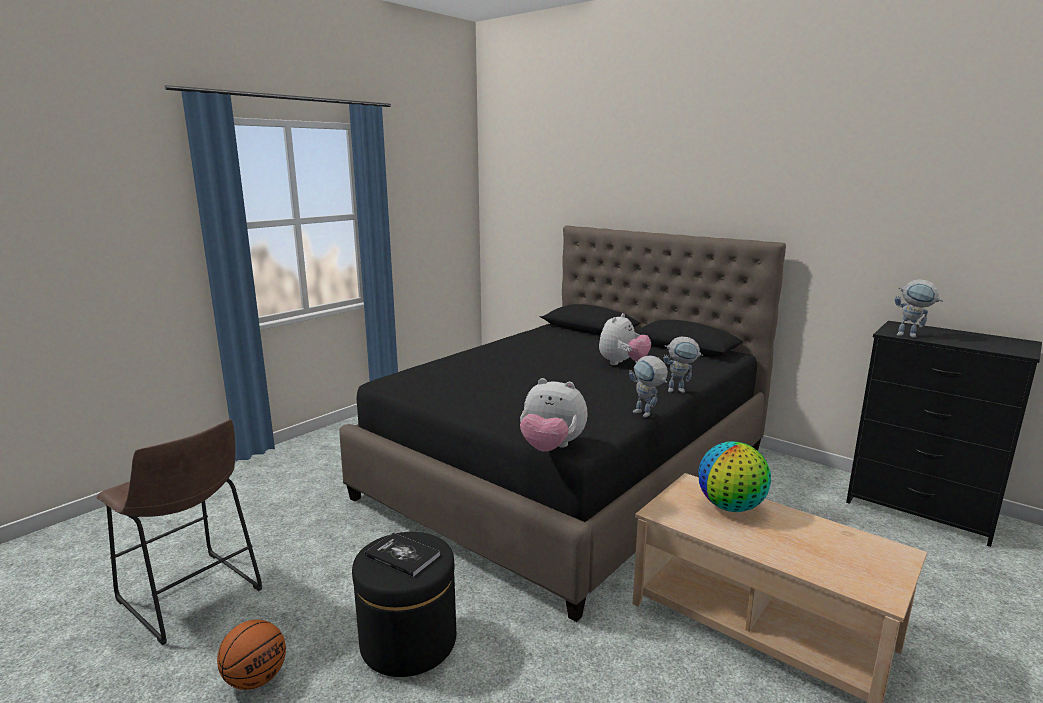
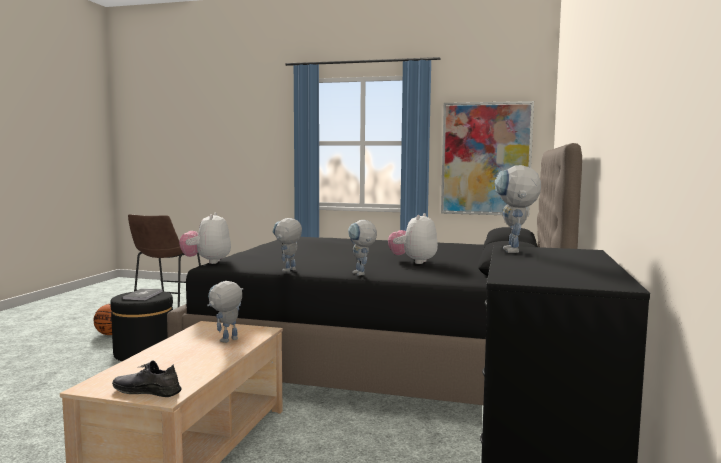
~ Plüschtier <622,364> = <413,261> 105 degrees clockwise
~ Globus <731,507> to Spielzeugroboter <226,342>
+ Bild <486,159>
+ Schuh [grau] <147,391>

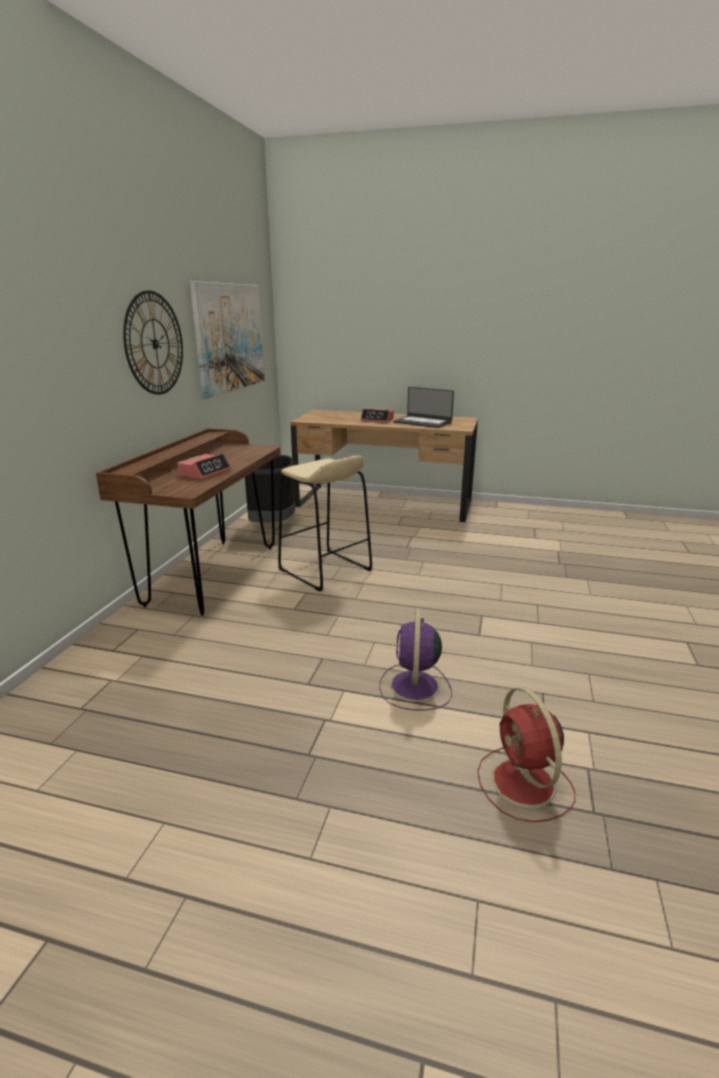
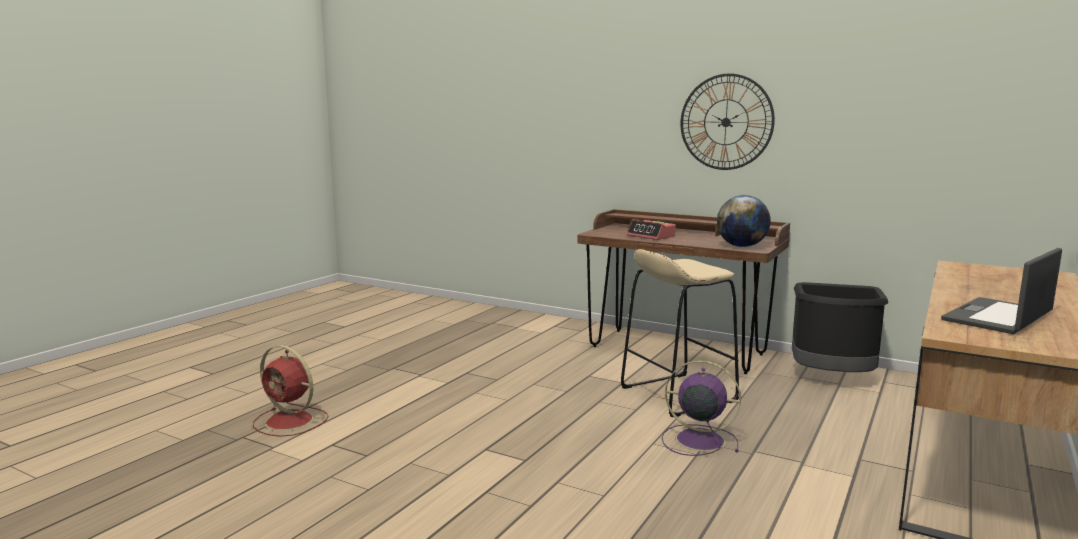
- Bild <229,337>
- Wecker <377,420>
~ Ventilator [lila] <414,687> to <697,440>
~ Ventilator [rot] <524,785> = <291,421> 150 degrees counterclockwise
+ Globus <742,246>

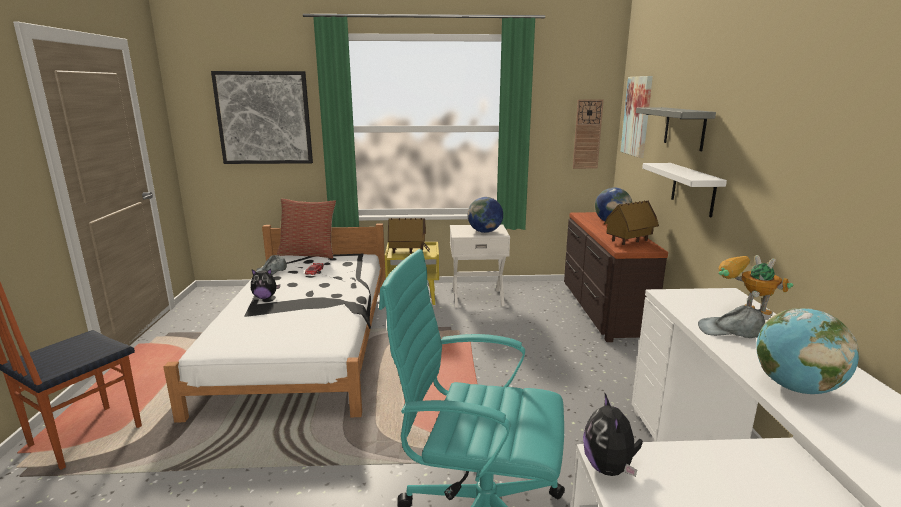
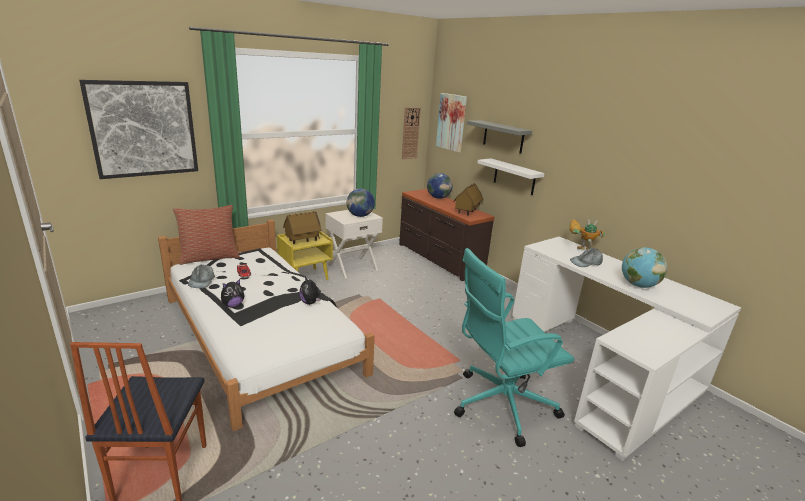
~ Plüschtier <609,468> to <310,303>

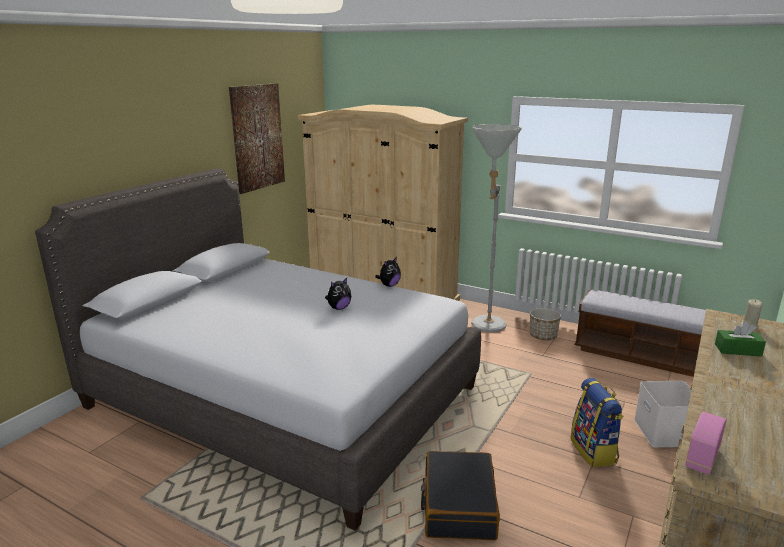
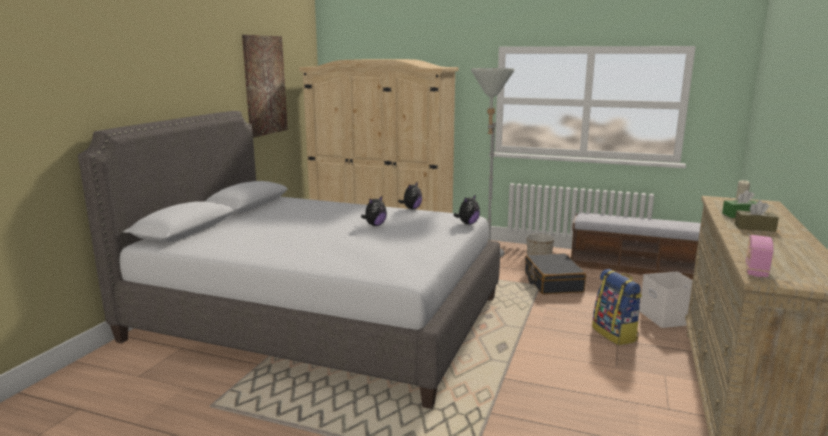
~ Koffer [schwarz] <458,505> to <552,282>
+ Plüschtier <467,223>
+ Taschentuchbox [braun] <754,227>

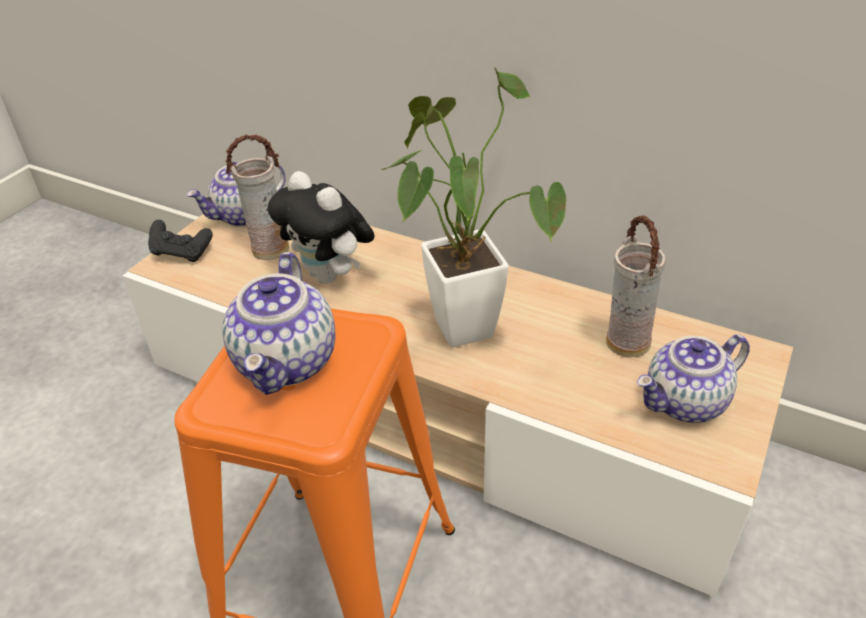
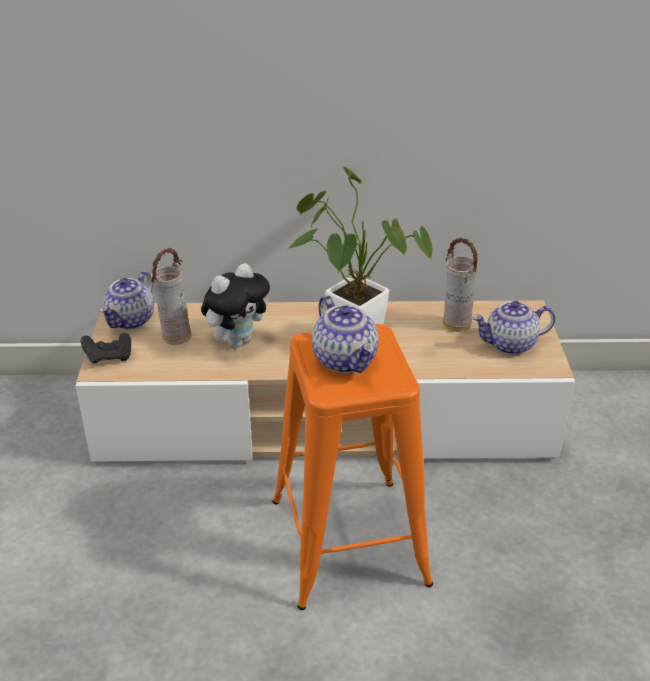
~ Plüschtier <330,276> = <237,341> 60 degrees counterclockwise
~ Teekanne <685,403> = <510,345> 45 degrees clockwise

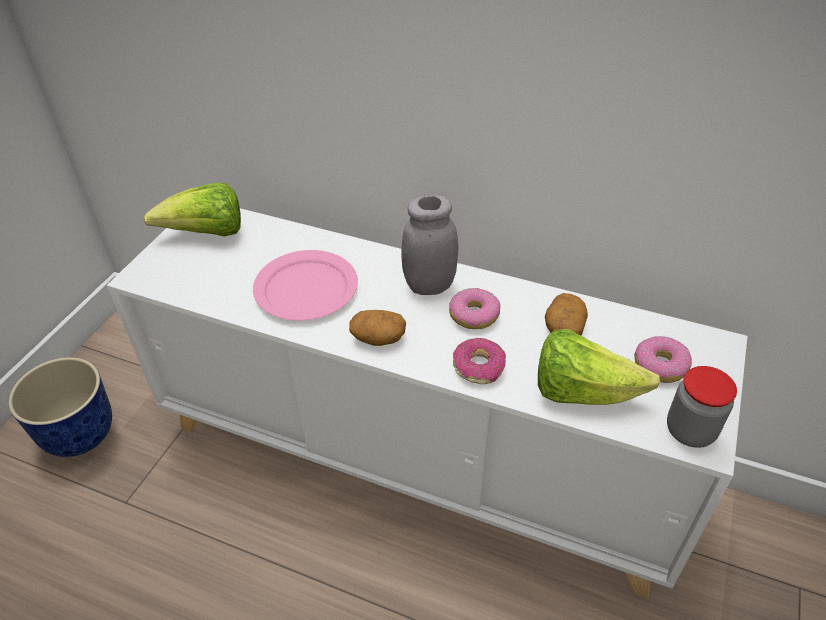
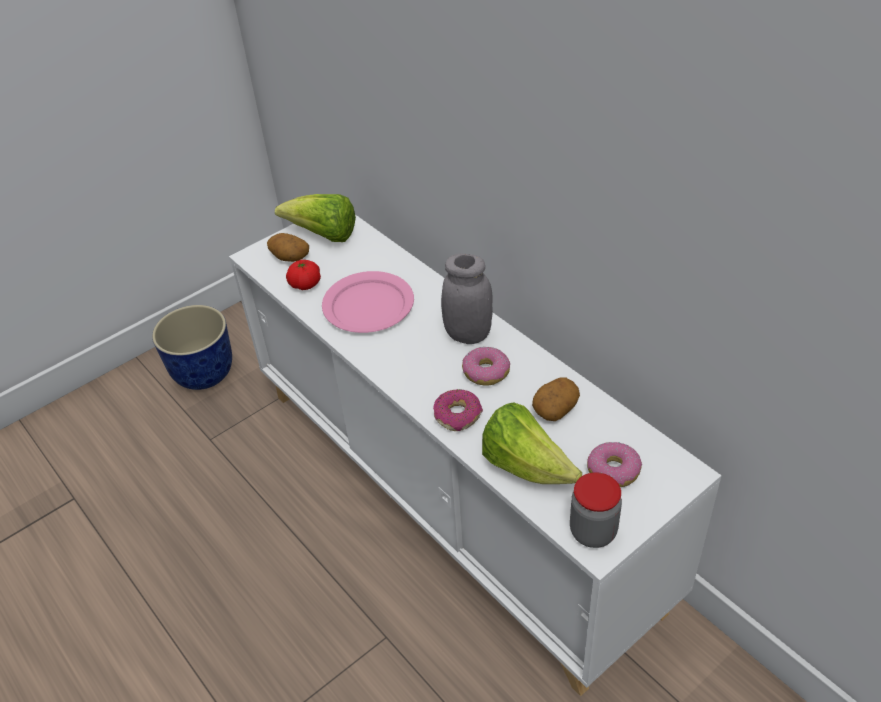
~ Kartoffel <378,338> to <289,256>
+ Tomate <305,284>

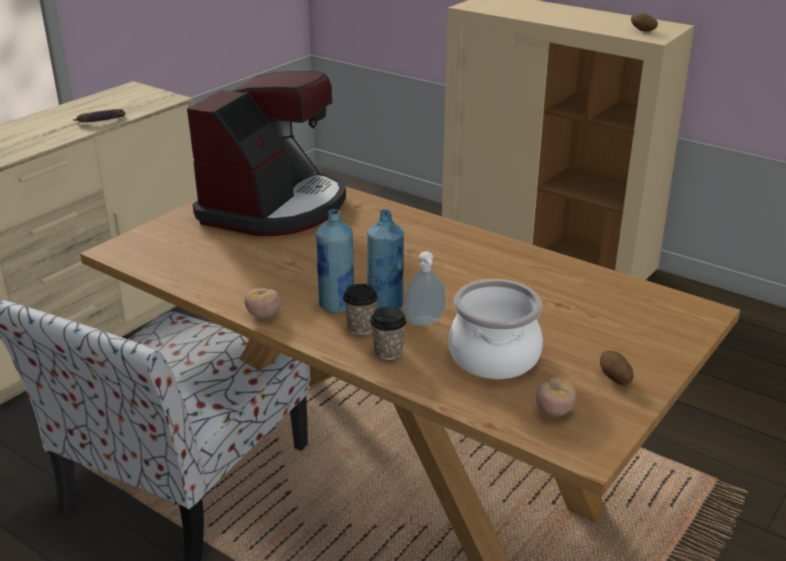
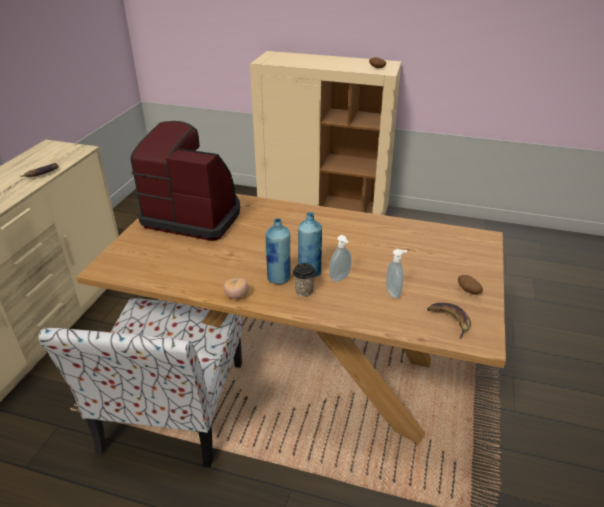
~ Kaffeemaschine <275,207> = <194,216> 75 degrees counterclockwise
~ Kochtopf <493,357> to Seifenspender <394,292>
- Tasse <388,352>
~ Tomate <554,411> to Banane <450,320>

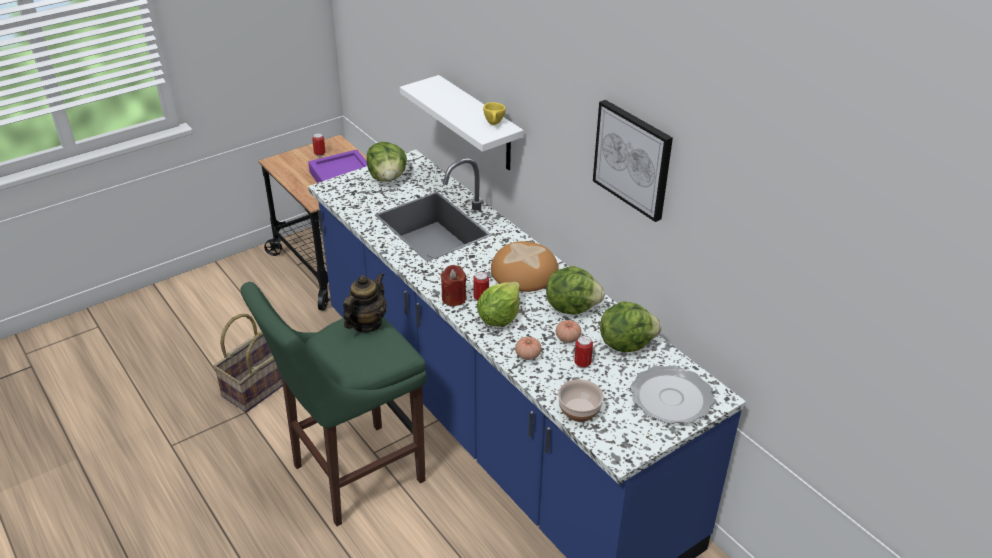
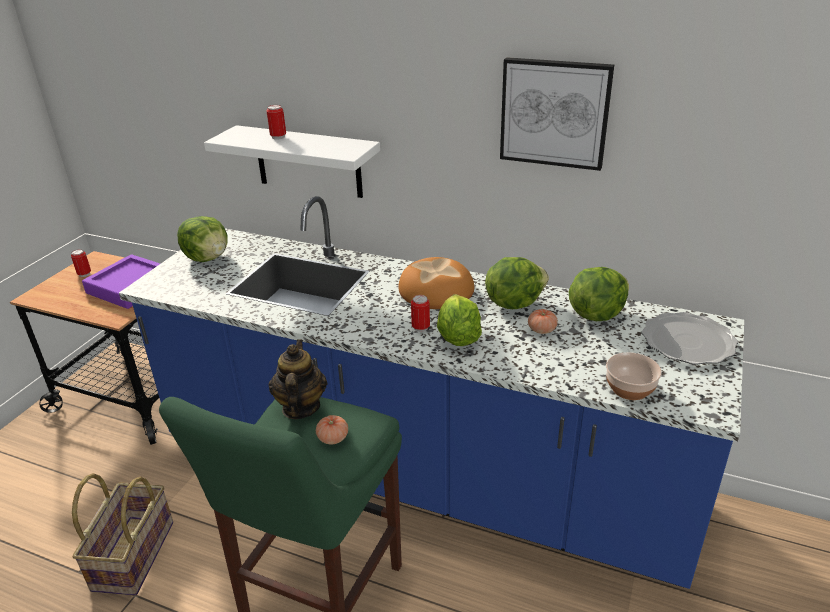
- Tasse [gelb] <494,124>
- Kerze [rot] <454,298>
~ Dose <582,364> to <278,137>
~ Tomate <528,355> to <333,438>

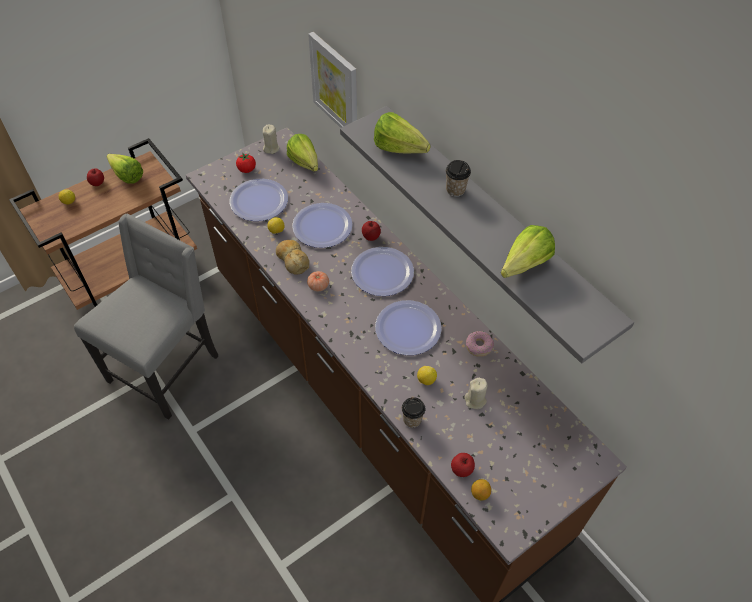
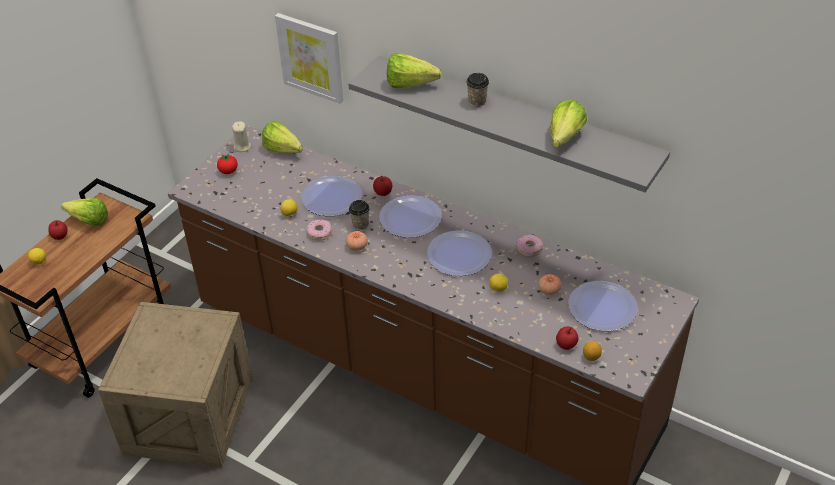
~ Teller <259,201> to <602,307>
~ Stuhl [grau] <166,368> to Kiste <189,414>
~ Brot <292,260> to Donut <319,233>
~ Kerze [beige] <475,400> to Tomate <549,290>
~ Tasse <412,420> to <360,224>

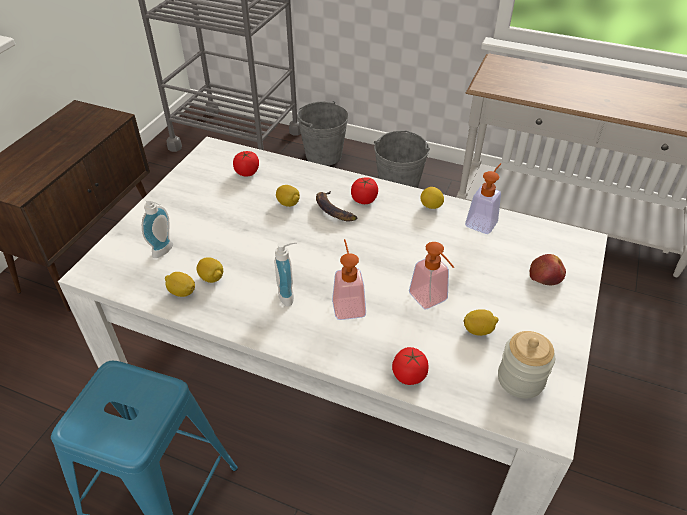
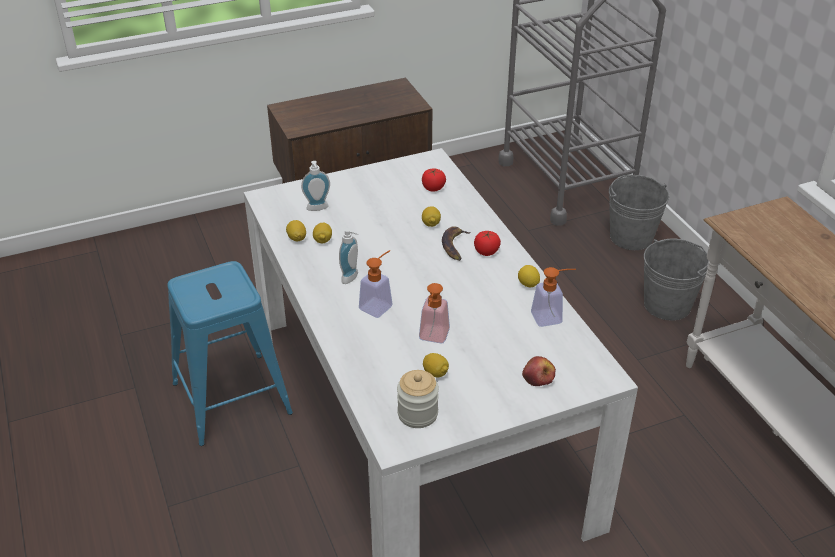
- Tomate <409,375>

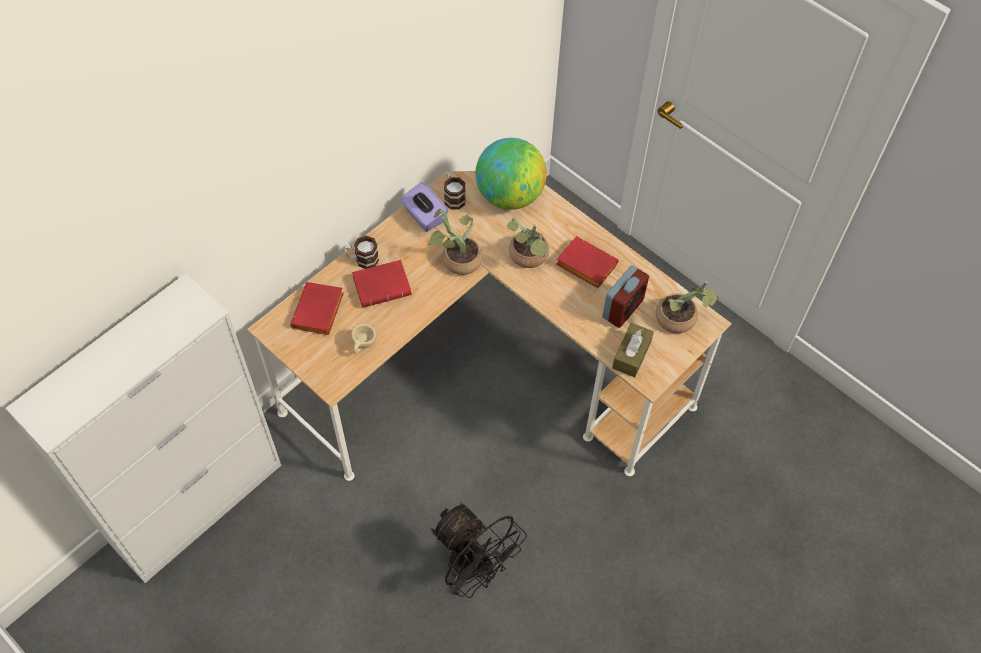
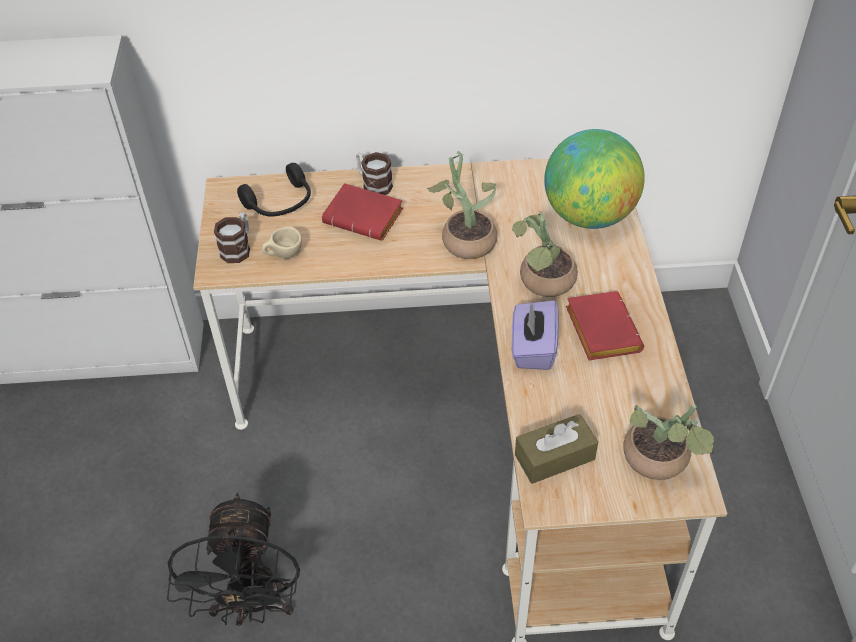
~ Henkelbecher <453,197> to <238,248>
~ Taschentuchbox [lila] <424,216> to <533,349>
- Wecker <622,309>
~ Buch [rot] <319,313> to Kopfhörer [schwarz] <280,203>

